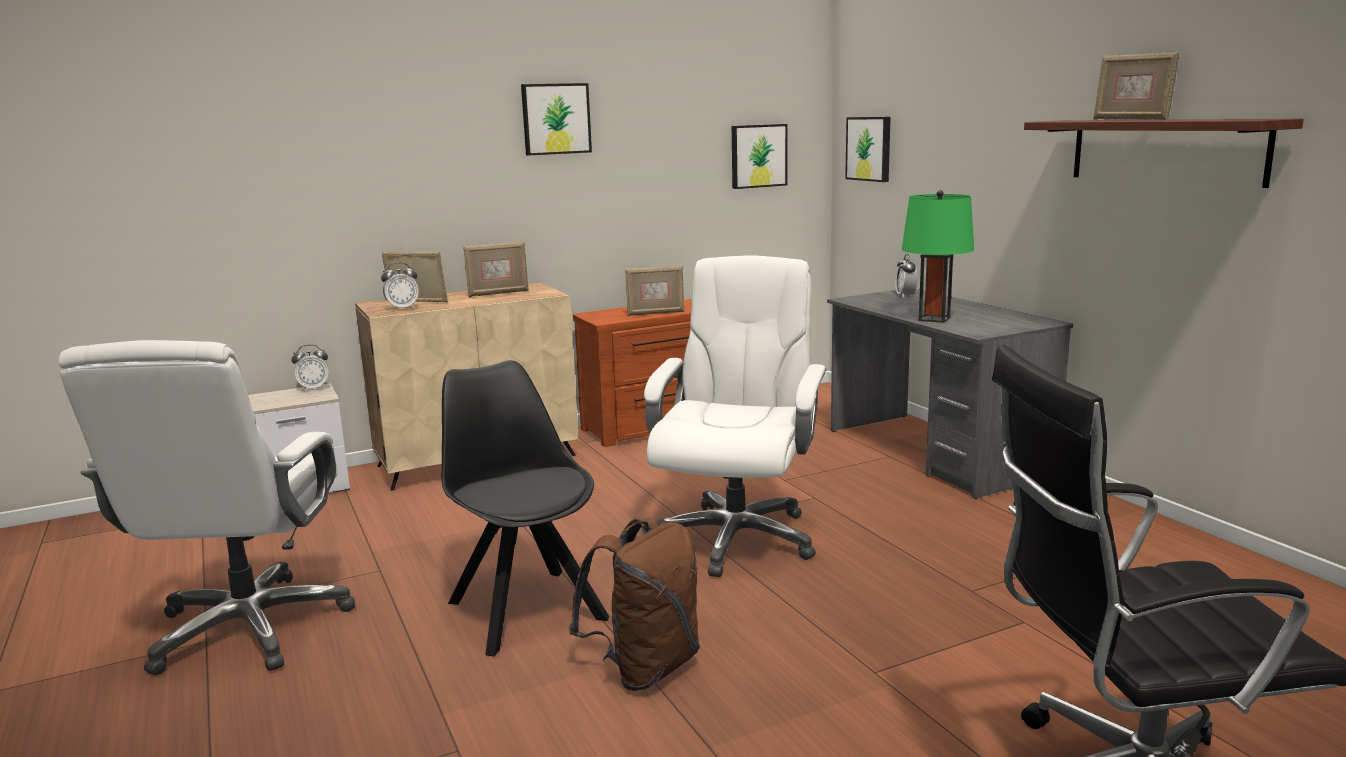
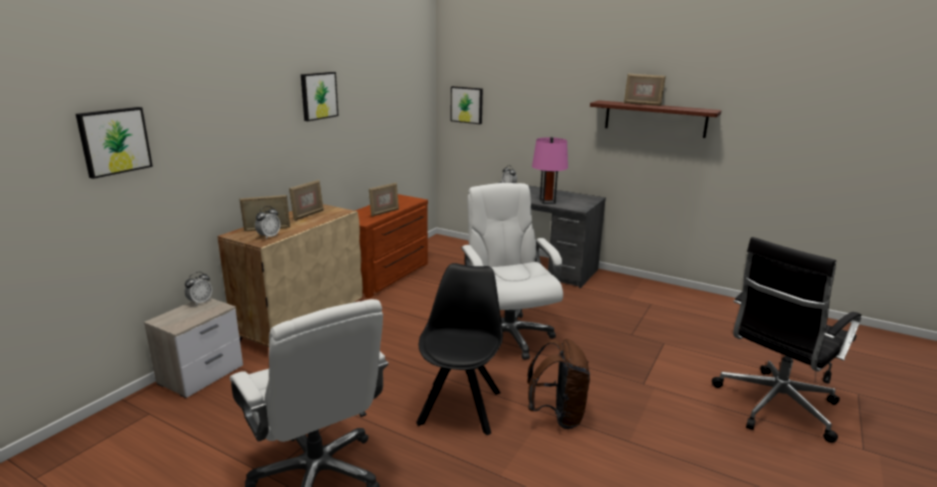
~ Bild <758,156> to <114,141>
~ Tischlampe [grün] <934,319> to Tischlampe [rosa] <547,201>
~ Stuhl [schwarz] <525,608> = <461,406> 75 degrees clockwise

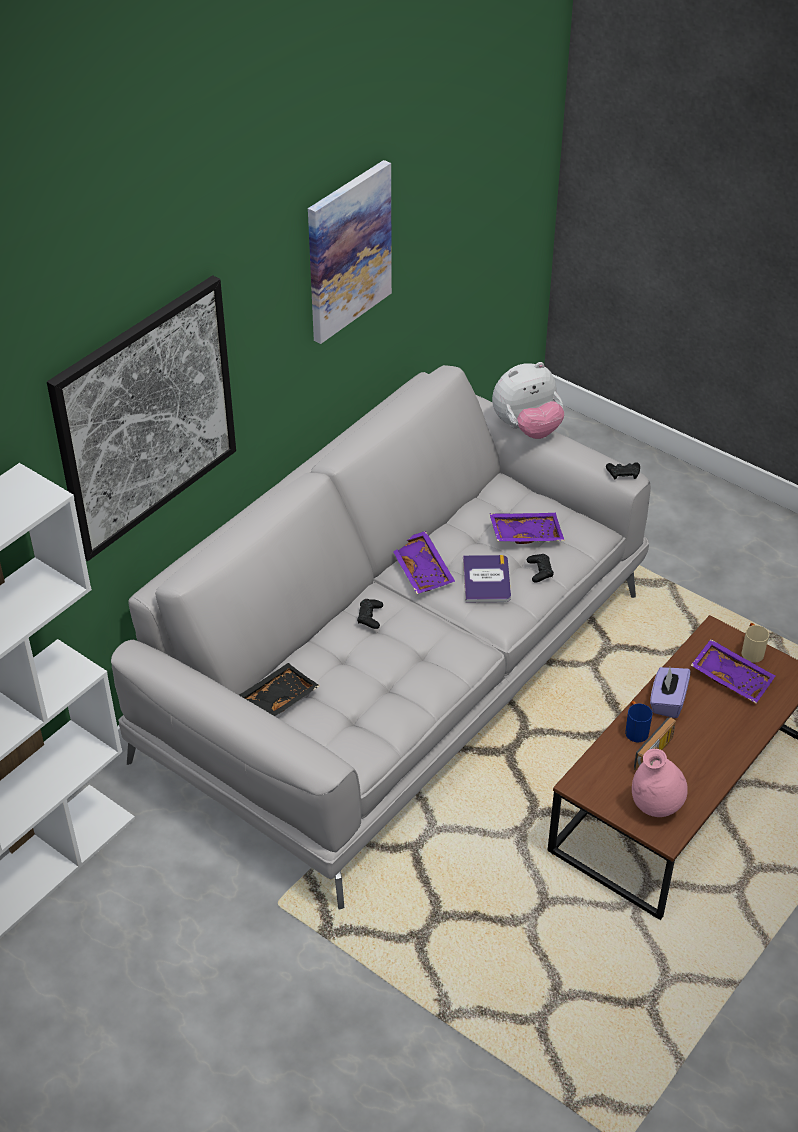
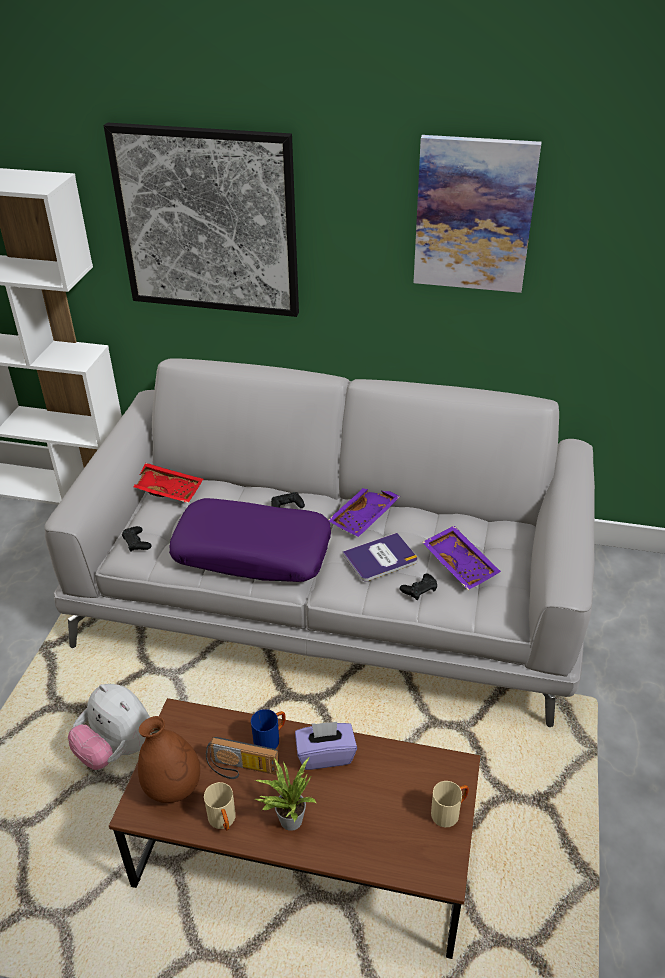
~ Plüschtier <527,429> to <117,749>
~ Gamepad [schwarz] <623,473> to <136,542>
- Tablett [lila] <732,677>
~ Tablett [schwarz] <276,699> to Tablett [rot] <167,489>
~ Vase [rosa] <655,806> to Vase [braun] <173,788>
+ Kissen [lila] <253,552>
+ Topfpflanze <288,818>
+ Henkelbecher [beige] <223,822>

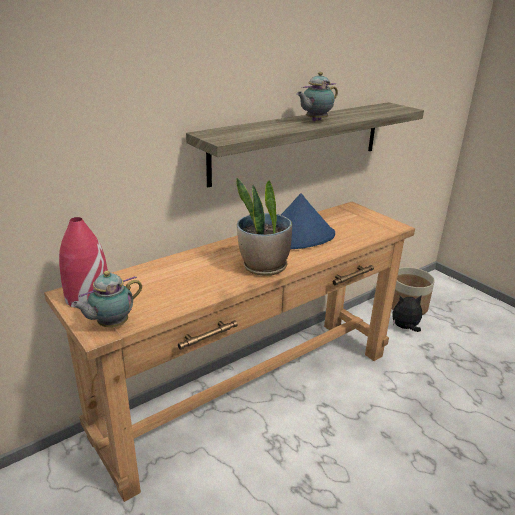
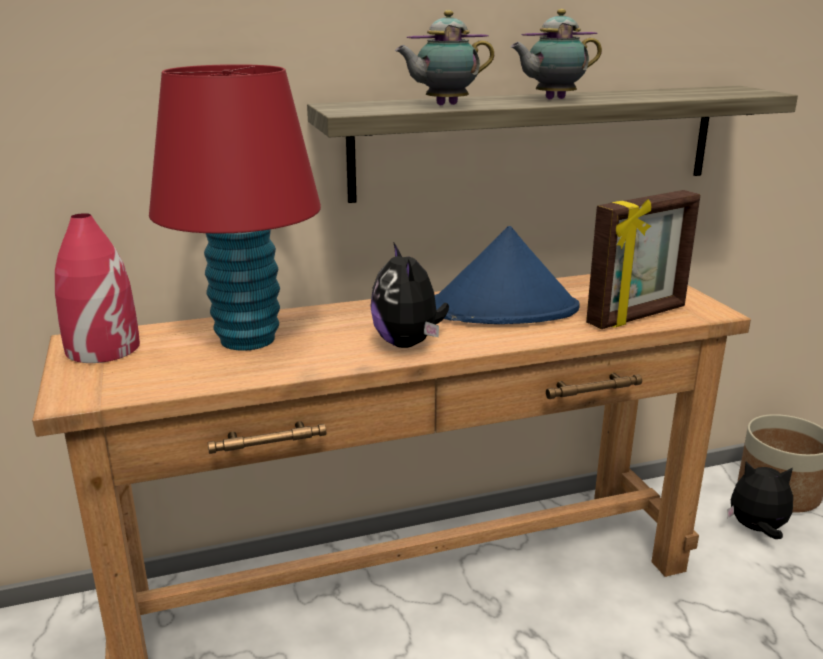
~ Topfpflanze <263,267> to Plüschtier <408,344>
~ Teekanne <111,325> to <443,105>
+ Tischlampe [rot] <248,339>
+ Bilderrahmen <638,316>

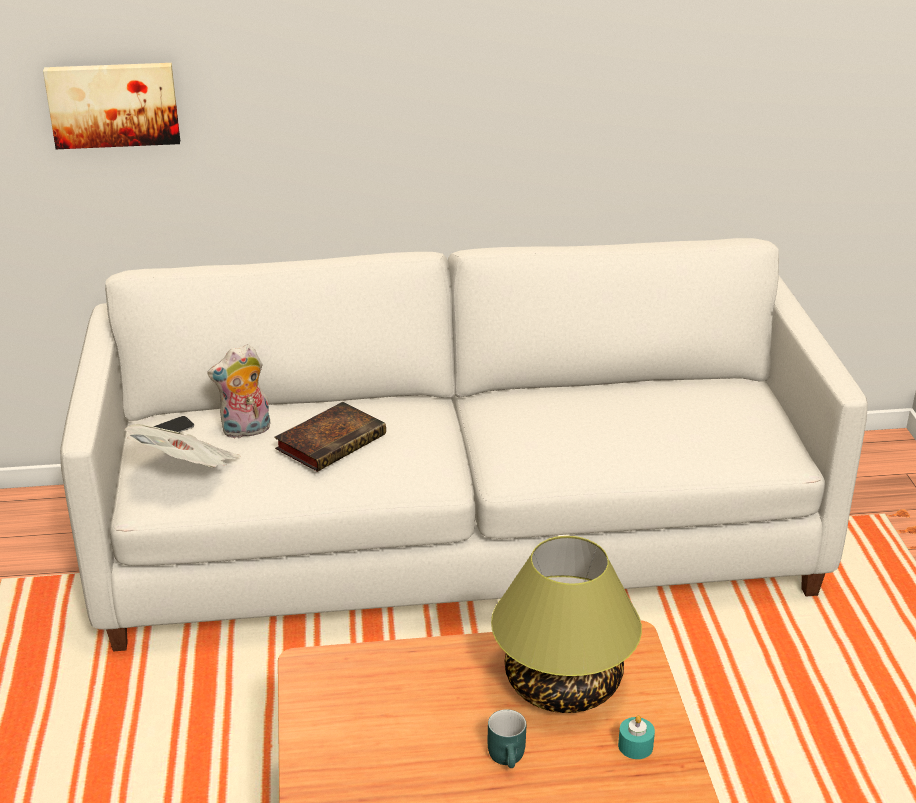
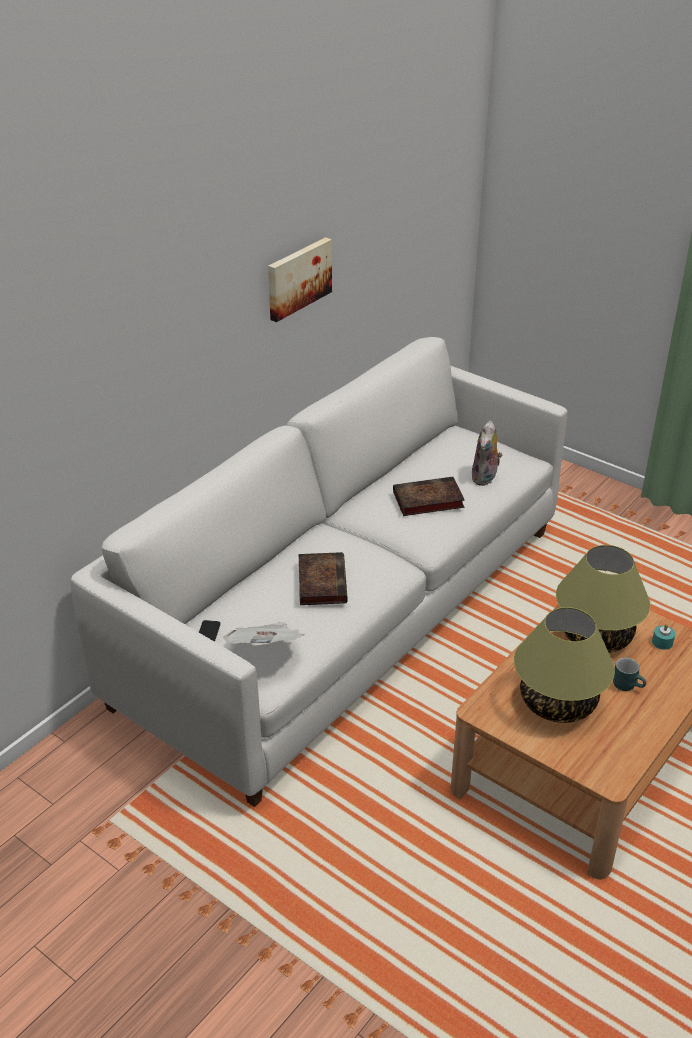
~ Bild <113,104> to <298,278>
~ Plüschtier <245,431> to <485,478>
+ Buch <426,500>
+ Tischlampe <558,702>

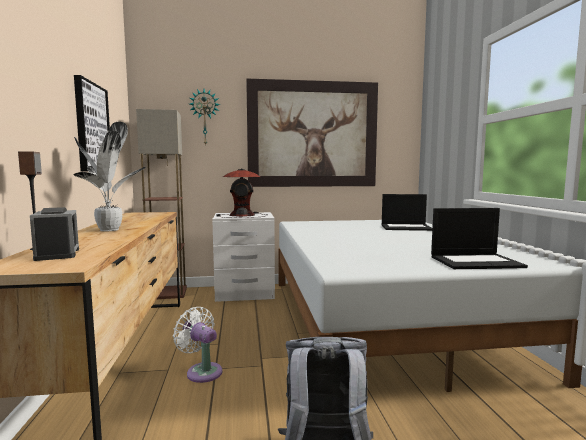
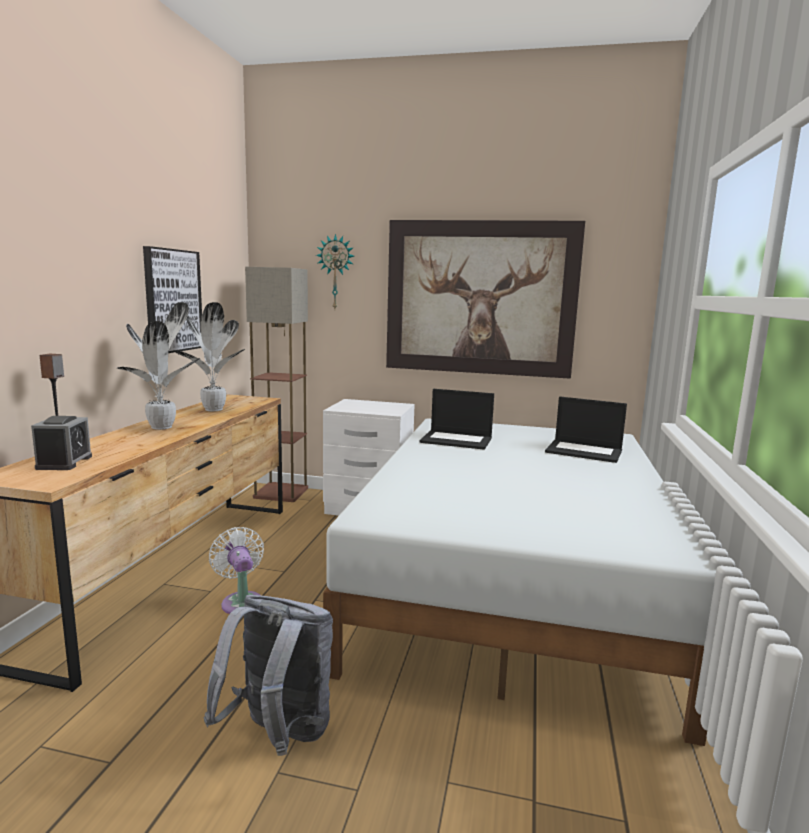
- Tischlampe <242,215>
~ Laptop <476,262> to <457,440>
+ Topfpflanze <214,410>

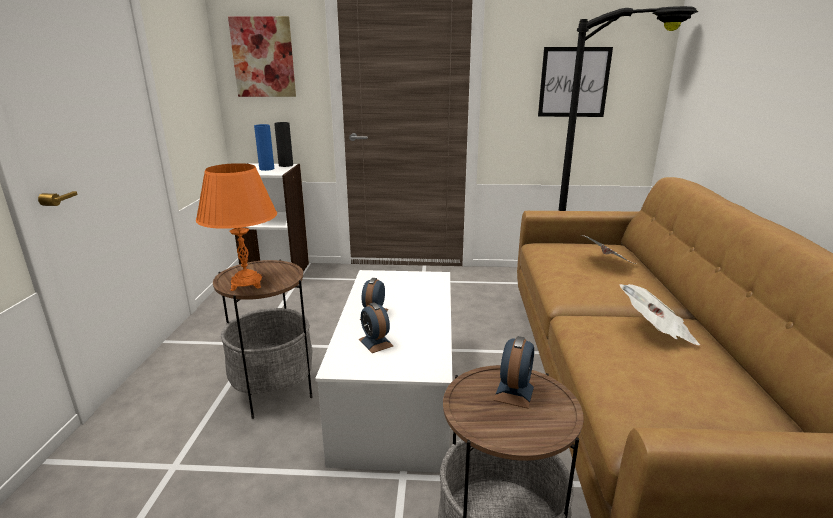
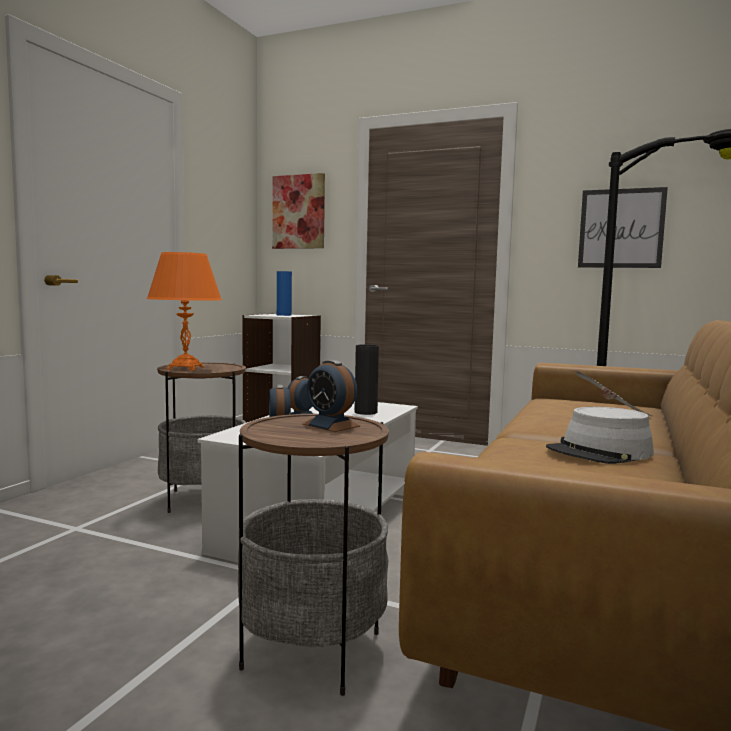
~ Vase [schwarz] <286,165> to <365,412>
~ Zeitung <655,332> to Hut [grau] <600,452>
~ Wecker <514,391> = <331,425> 90 degrees clockwise

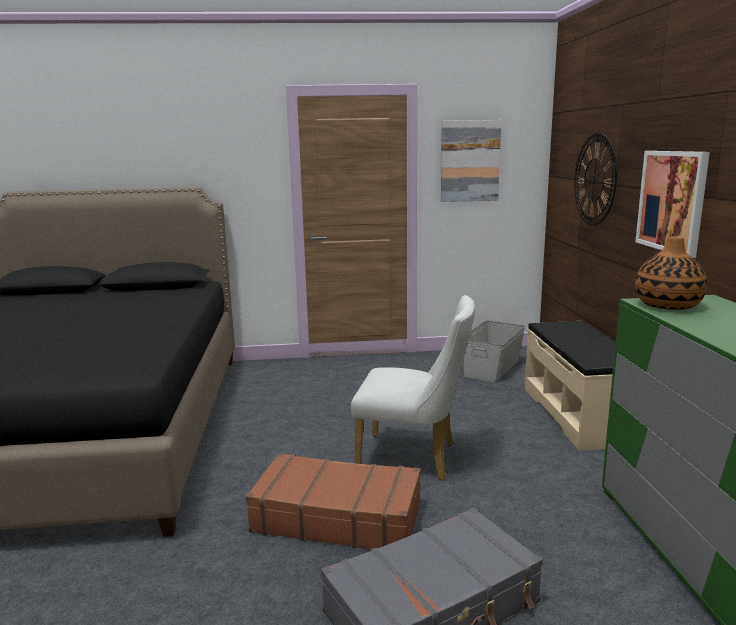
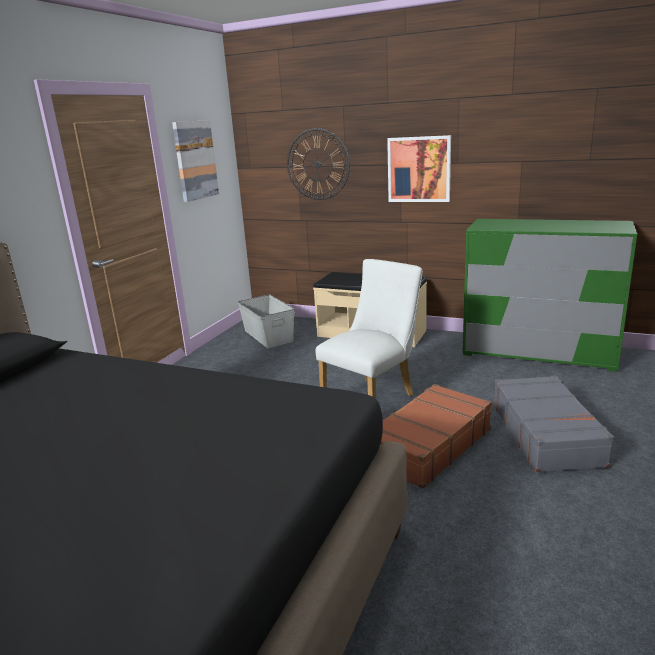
- Vase <667,305>

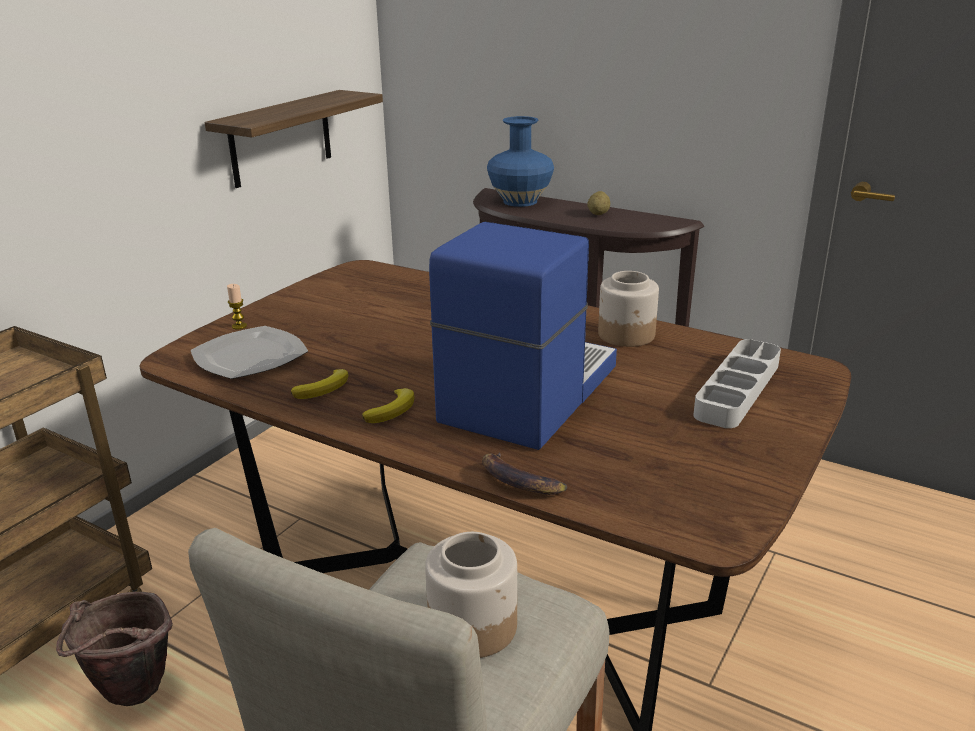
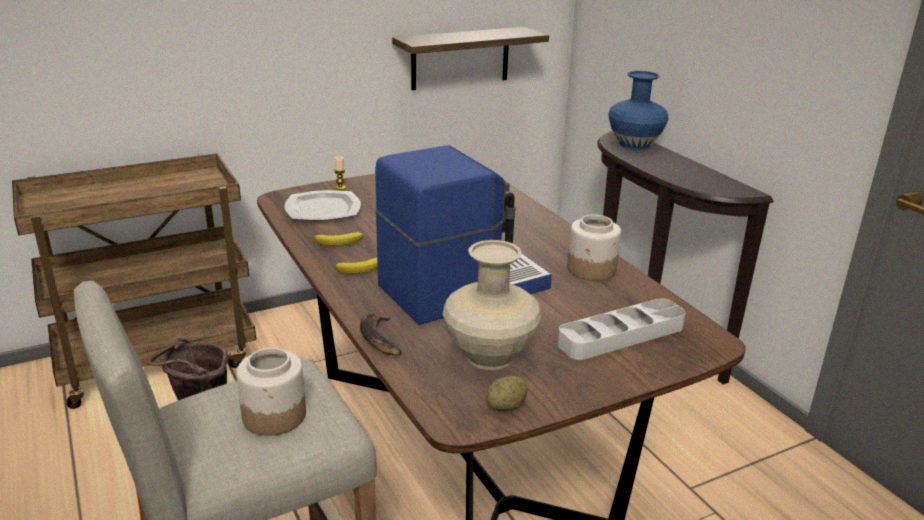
~ Kartoffel <598,214> to <506,407>
+ Vase [beige] <489,355>

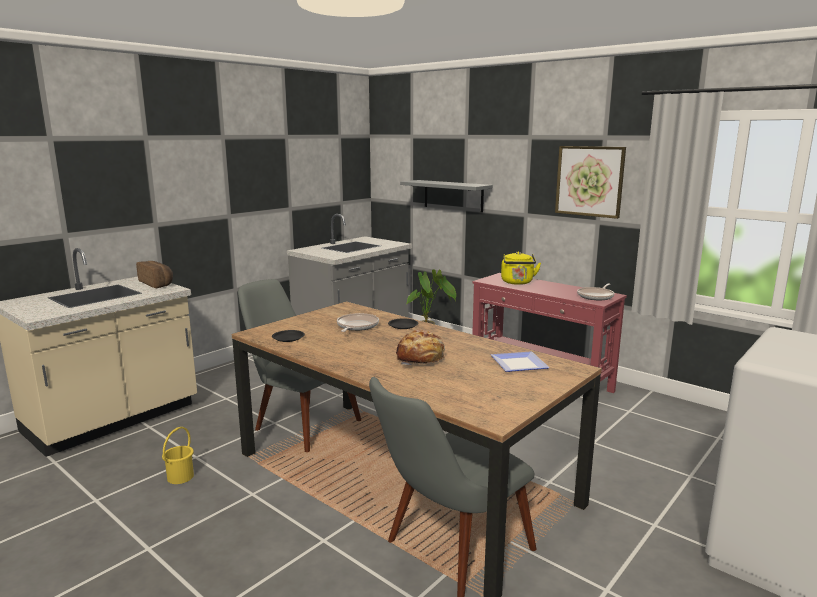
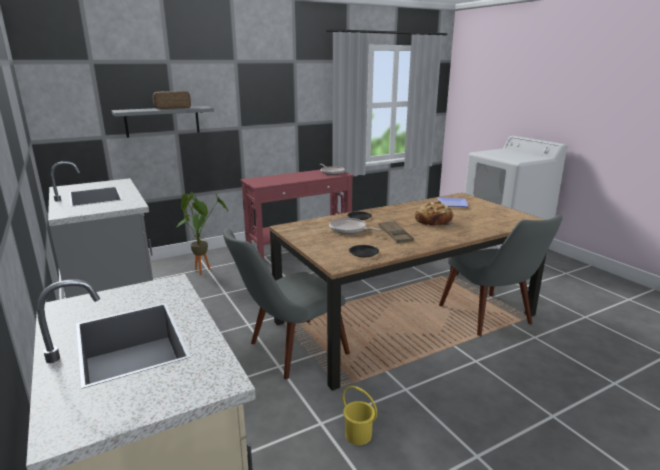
- Bild <589,181>
- Wasserkessel [gelb] <517,282>
~ Brot <157,283> to <172,108>
+ Tablett [braun] <395,235>

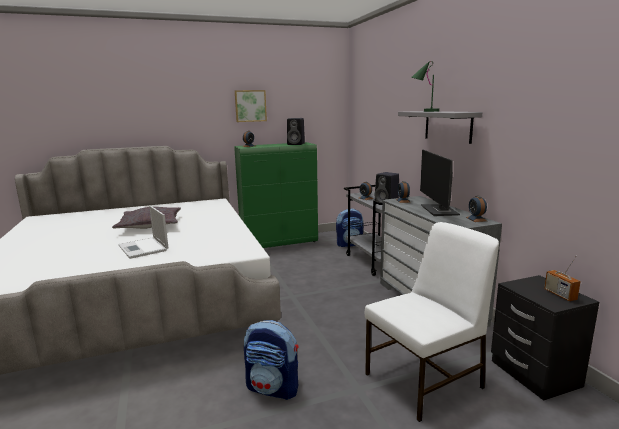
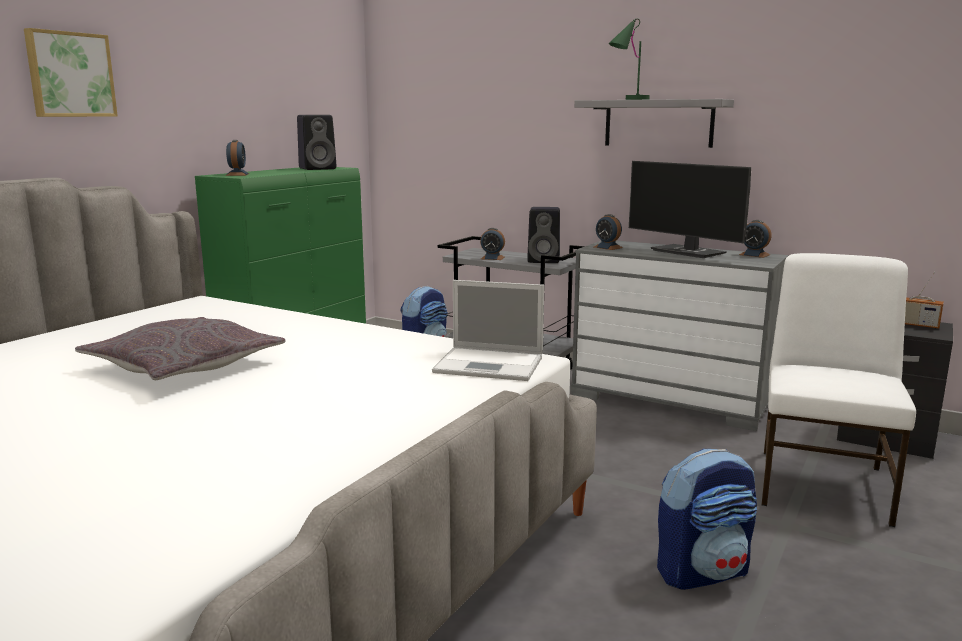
~ Bild <250,106> to <70,75>
~ Laptop <143,248> to <491,365>

